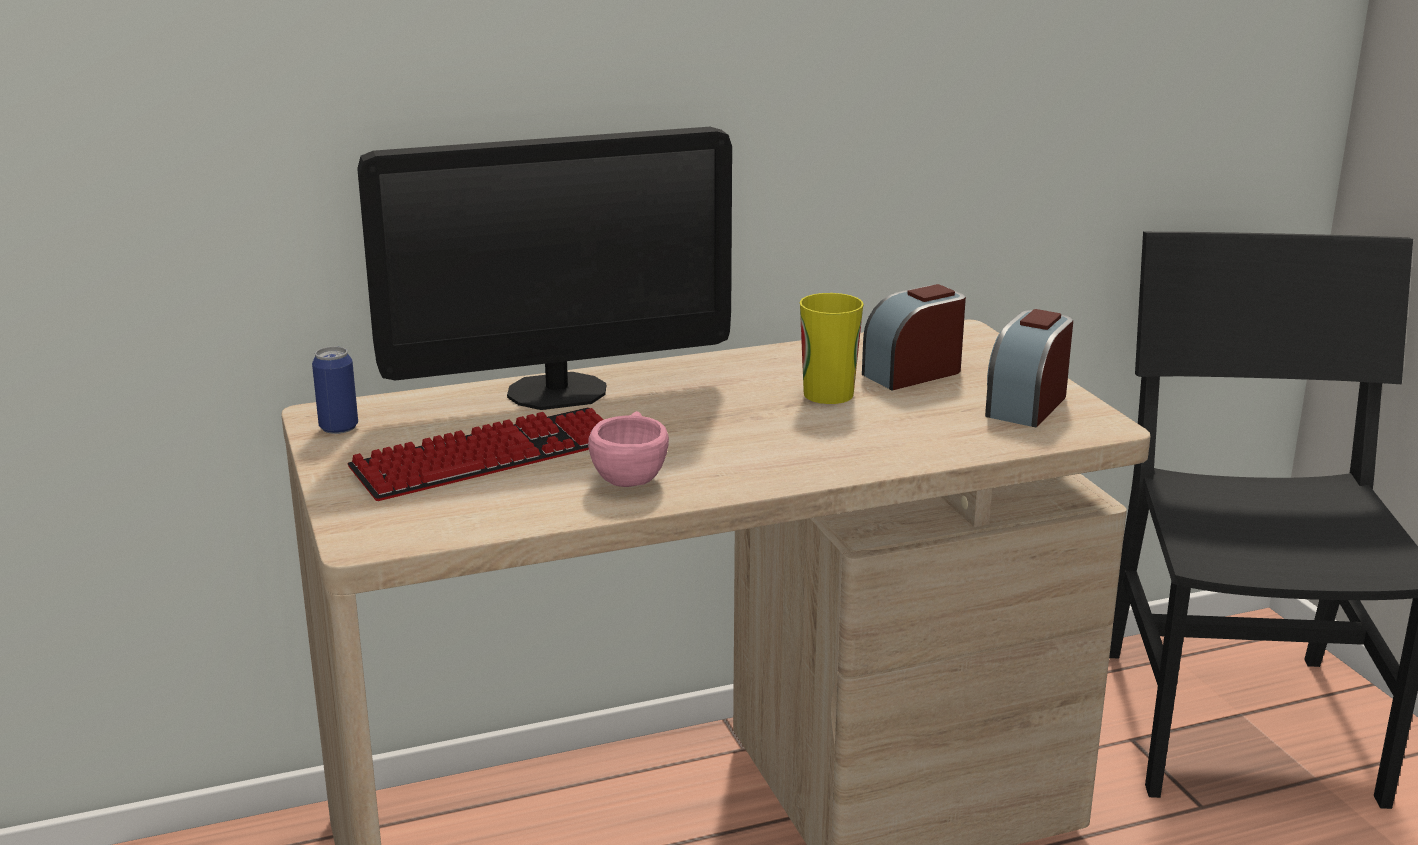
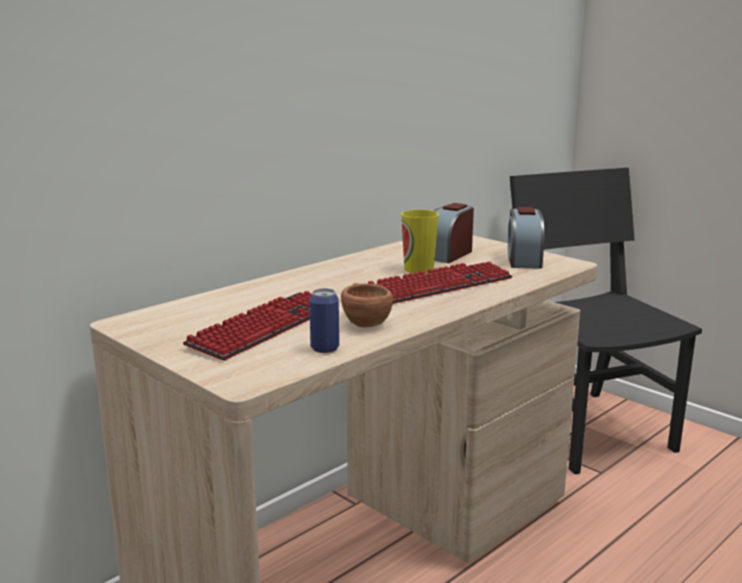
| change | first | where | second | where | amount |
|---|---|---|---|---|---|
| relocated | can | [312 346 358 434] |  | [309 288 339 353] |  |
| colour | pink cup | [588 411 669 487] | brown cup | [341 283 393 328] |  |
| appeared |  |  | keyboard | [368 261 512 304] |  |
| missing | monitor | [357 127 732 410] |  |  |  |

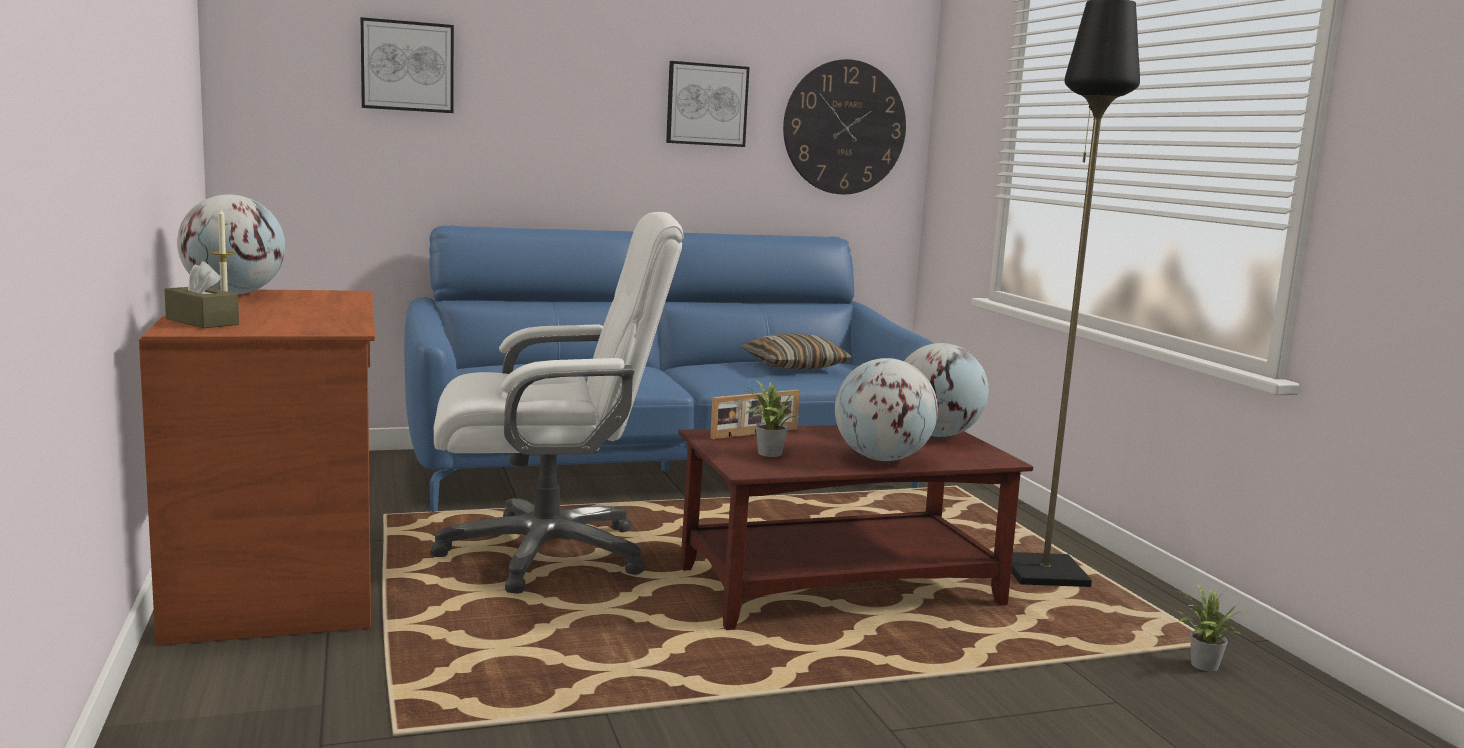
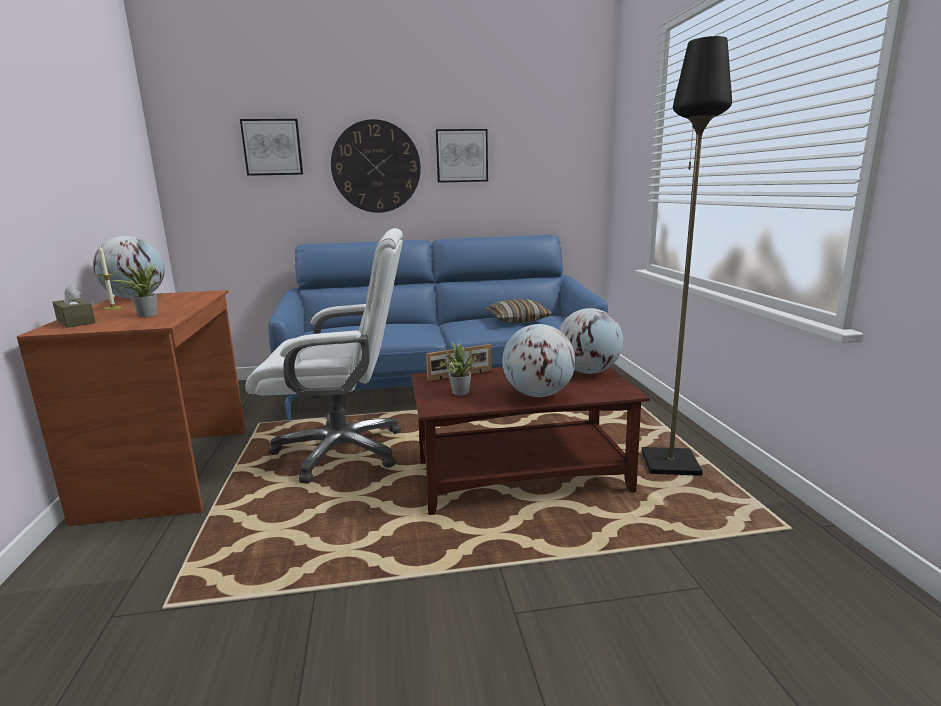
| change | first | where | second | where | amount |
|---|---|---|---|---|---|
| relocated | potted plant | [1174 583 1248 672] |  | [110 264 164 317] |  |
| relocated | wall clock | [783 59 906 194] |  | [331 119 421 213] |  |

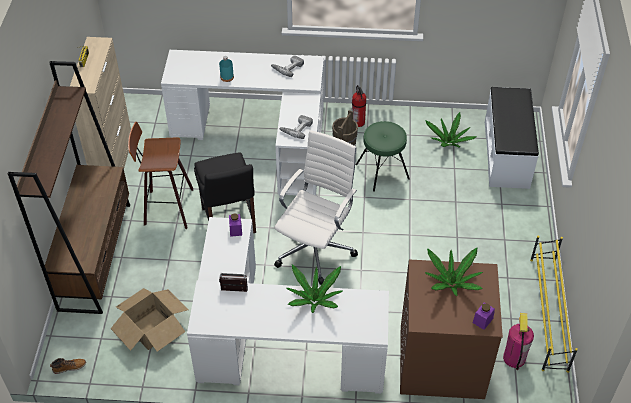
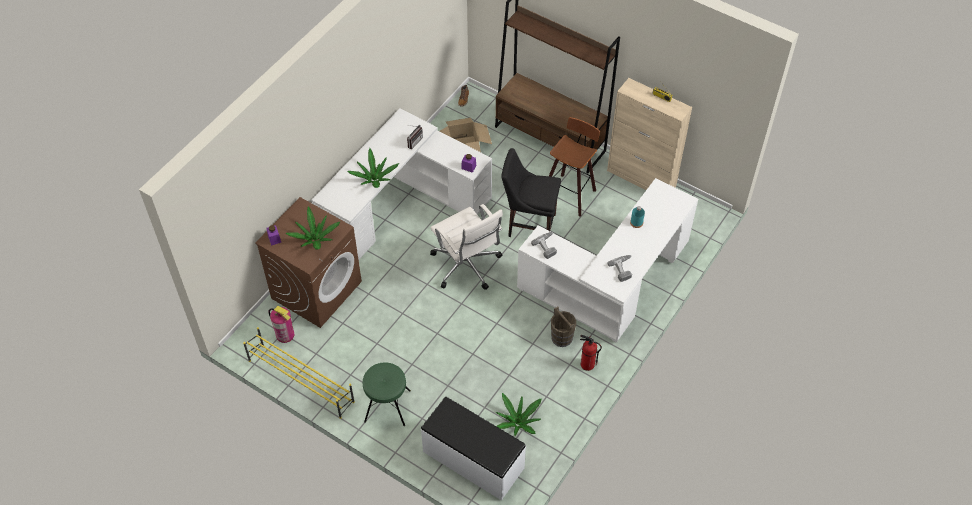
| change | first | where | second | where | amount |
|---|---|---|---|---|---|
| relocated | green stool | [356 121 410 192] |  | [363 362 411 426] |  |

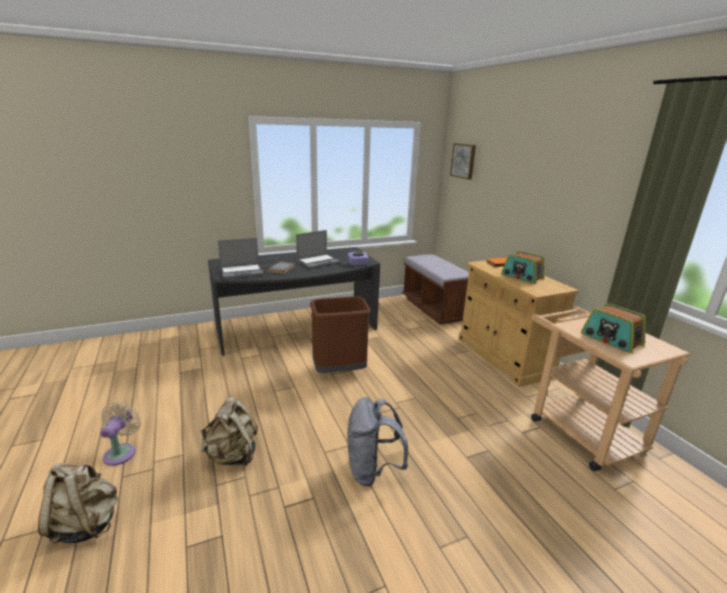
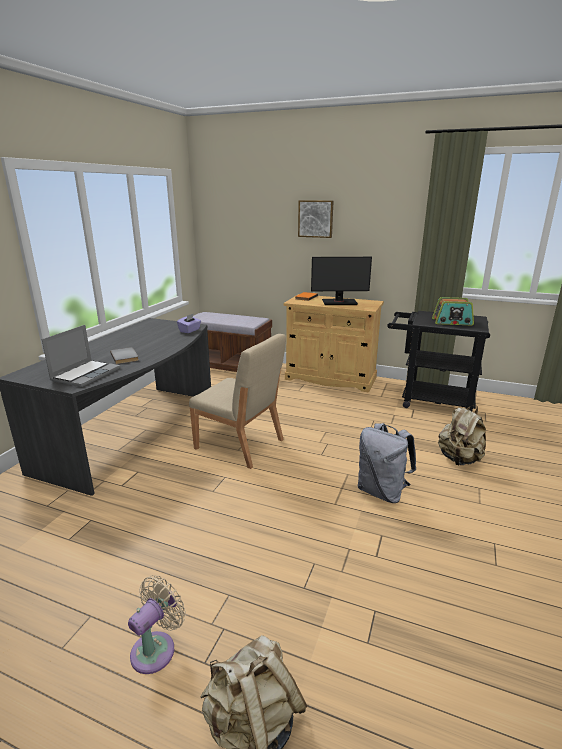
| change | first | where | second | where | amount |
|---|---|---|---|---|---|
| spun | beige fan | [100 402 141 466] |  | [128 575 186 674] | 75 degrees clockwise |
| exchanged | brown trash can | [310 296 371 373] | beige chair | [189 334 286 469] |  |
| relocated | picture | [450 143 476 180] |  | [298 200 334 238] |  |
| exchanged | radio | [501 251 544 284] | monitor | [311 257 372 305] |  |
| colour | beige cart | [531 307 690 471] | black cart | [387 311 490 411] |  |
| relocated | beige backpack | [200 397 258 466] |  | [438 405 486 465] |  |
| missing | laptop | [296 230 340 269] |  |  |  |

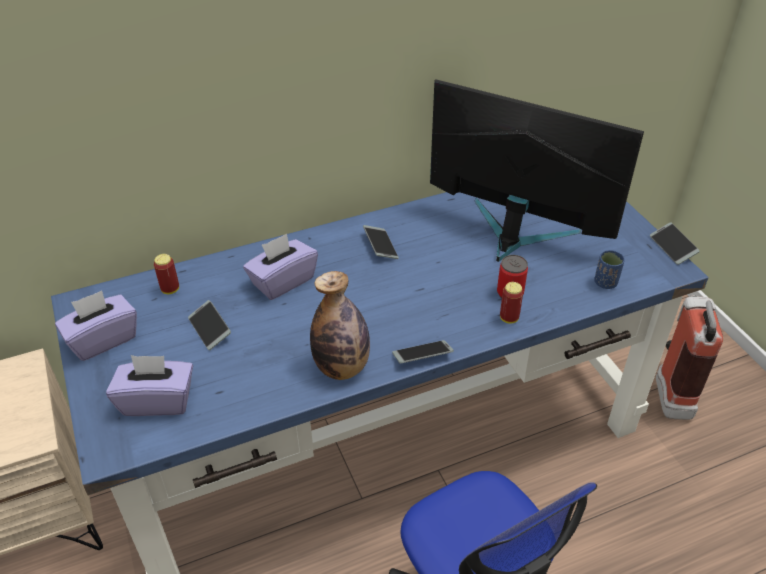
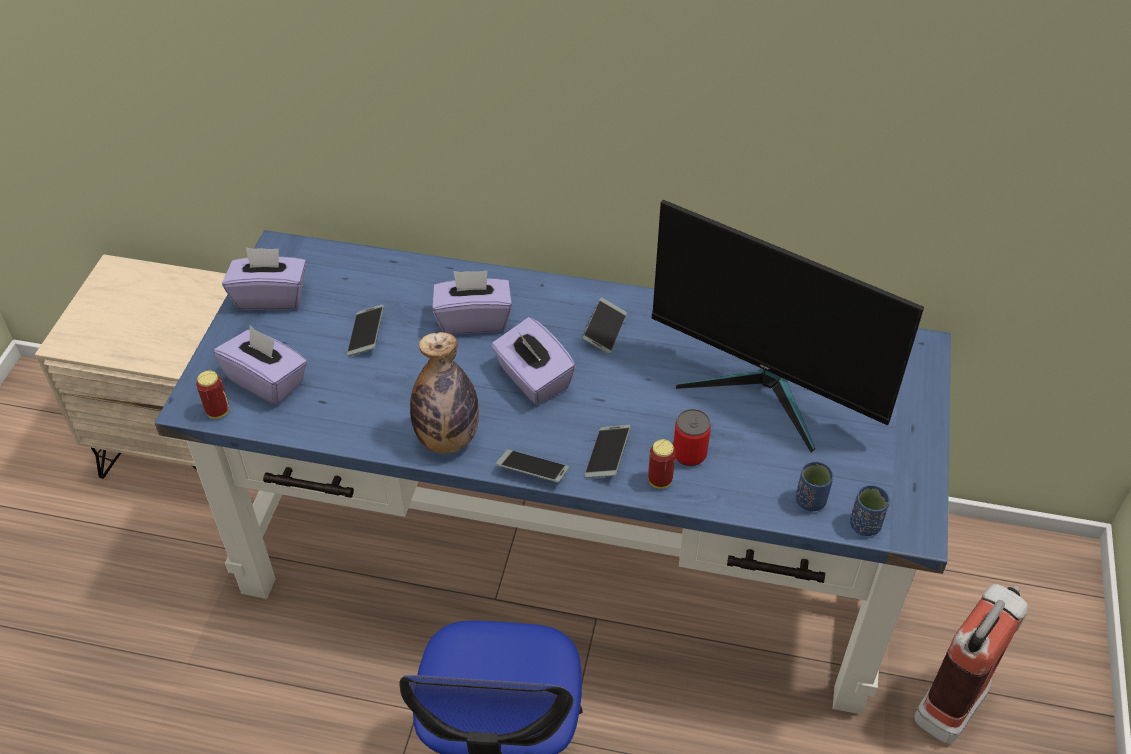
| change | first | where | second | where | amount |
|---|---|---|---|---|---|
| relocated | can | [154 254 179 294] |  | [196 370 229 419] |  |
| appeared |  |  | purple tissue box | [492 317 576 404] |  |
| relocated | phone | [650 222 700 265] |  | [585 425 631 478] |  |
| spun | monitor | [430 79 644 262] |  | [652 200 924 452] | 150 degrees clockwise |
| appeared |  |  | blue cup | [850 485 890 536] |  |

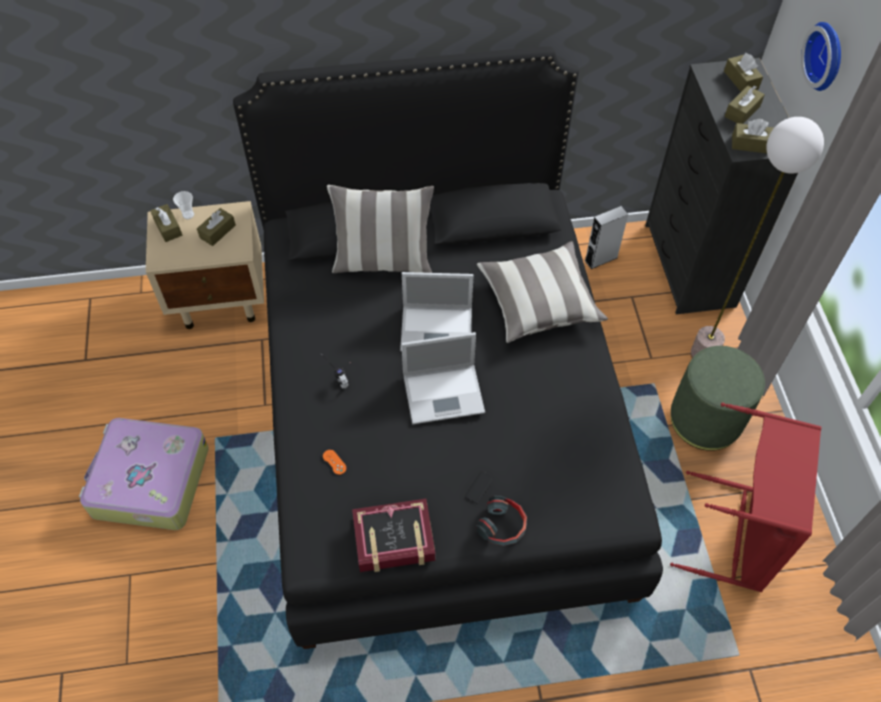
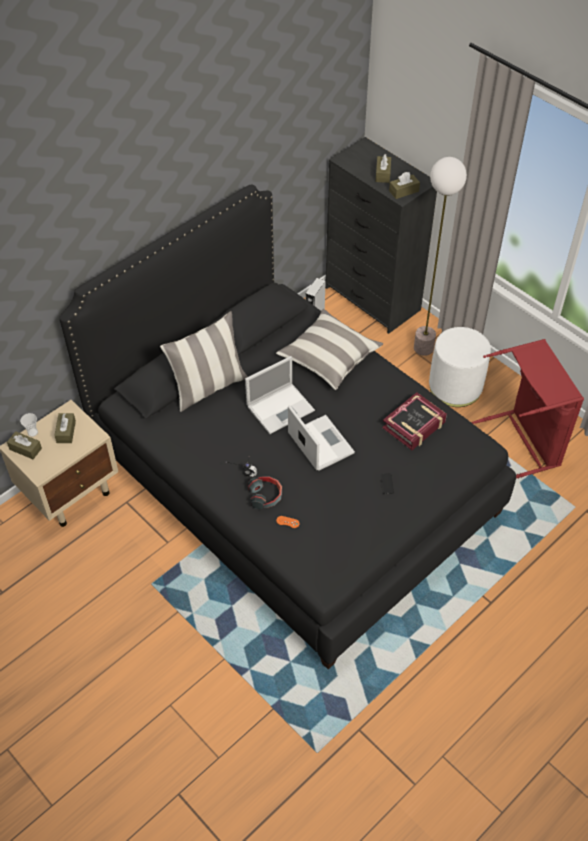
| change | first | where | second | where | amount |
|---|---|---|---|---|---|
| relocated | headphones | [476 496 527 546] |  | [247 476 282 509] |  |
| spun | laptop | [401 332 485 424] |  | [288 405 355 471] | 75 degrees counterclockwise |
| relocated | book | [352 499 435 572] |  | [382 392 447 450] |  |
| colour | green ottoman | [671 346 765 451] | white ottoman | [429 327 491 407] |  |
| missing | suitcase | [79 418 209 530] |  |  |  |
| missing | brown tissue box | [724 53 763 92] |  |  |  |
| missing | wall clock | [801 22 841 91] |  |  |  |

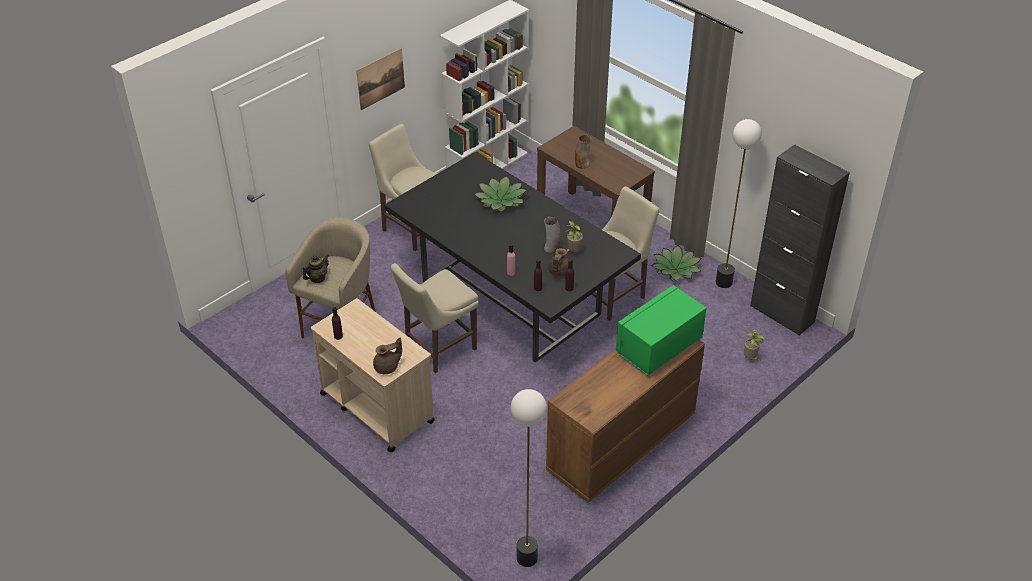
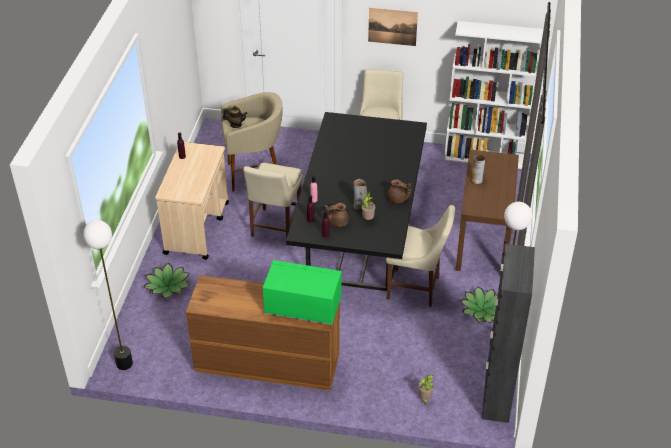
| change | first | where | second | where | amount |
|---|---|---|---|---|---|
| relocated | potted plant | [474 176 527 212] |  | [144 263 190 299] |  |
| spun | beige chair | [391 263 479 373] |  | [243 163 303 239] | 90 degrees counterclockwise |
| relocated | brown teapot | [373 338 402 374] |  | [387 179 411 203] |  |

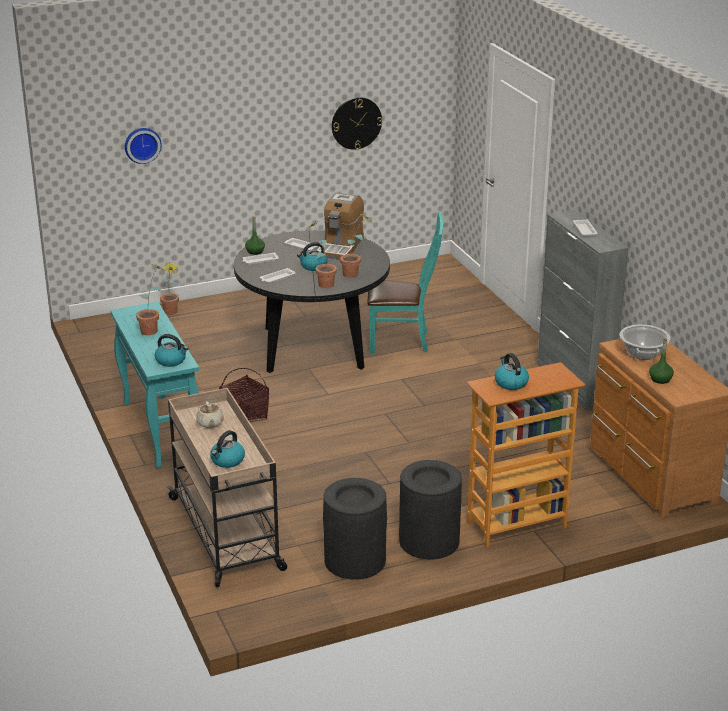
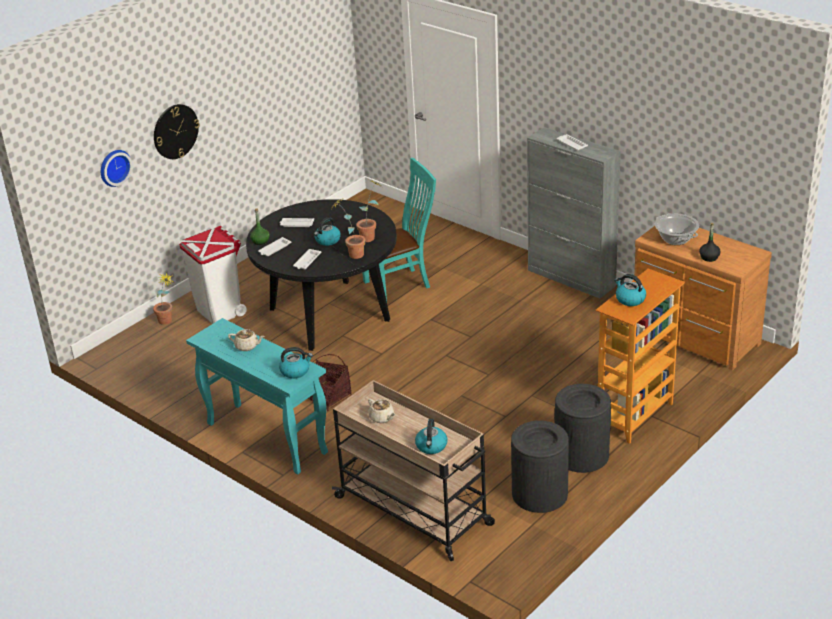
| change | first | where | second | where | amount |
|---|---|---|---|---|---|
| relocated | wall clock | [332 97 382 150] |  | [154 104 200 159] |  |
| appeared |  |  | white trash can | [179 226 247 324] |  |
| exchanged | potted plant | [136 264 165 335] | beige teapot | [228 329 265 351] |  |
| colour | green bottle | [649 338 674 384] | black bottle | [699 223 721 262] |  |
| missing | coffee machine | [317 193 364 260] |  |  |  |

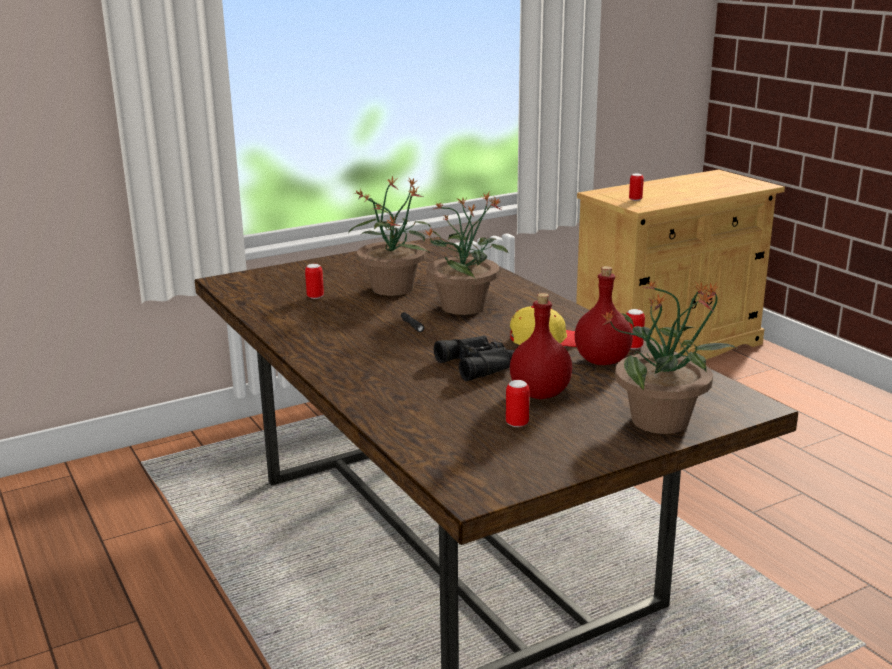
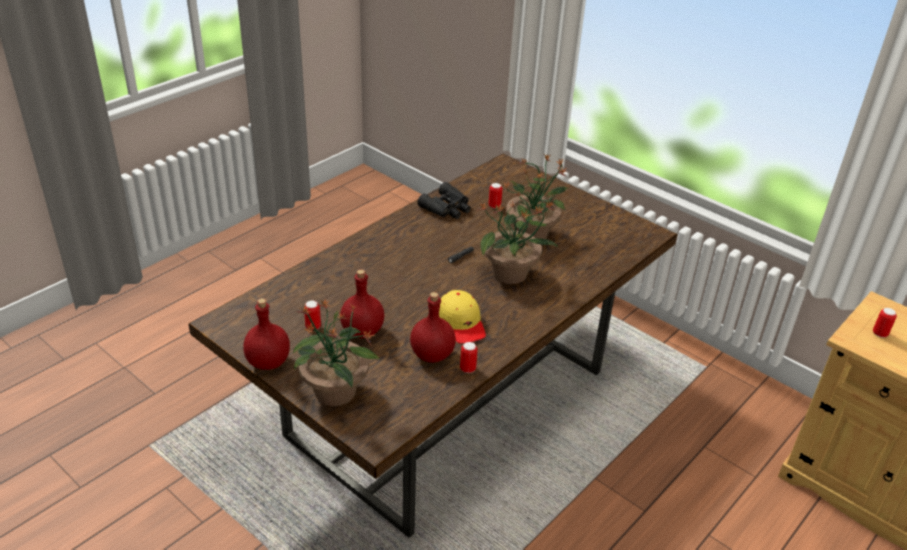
| change | first | where | second | where | amount |
|---|---|---|---|---|---|
| appeared |  |  | red bottle | [243 298 290 370] |  |
| relocated | black binoculars | [434 335 515 381] |  | [417 182 471 219] |  |

